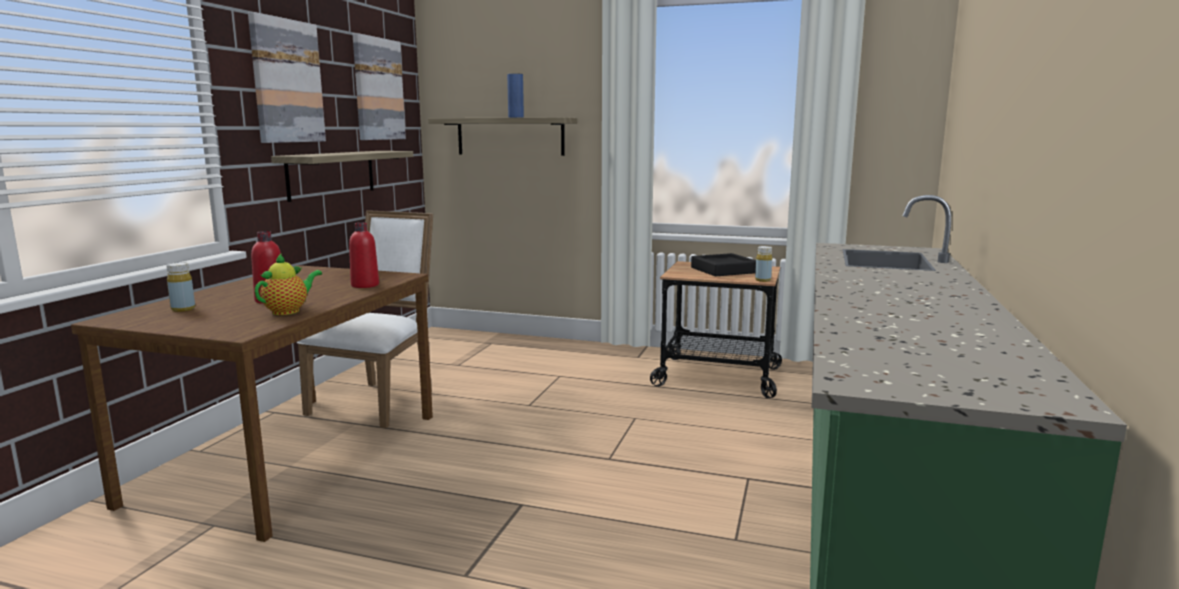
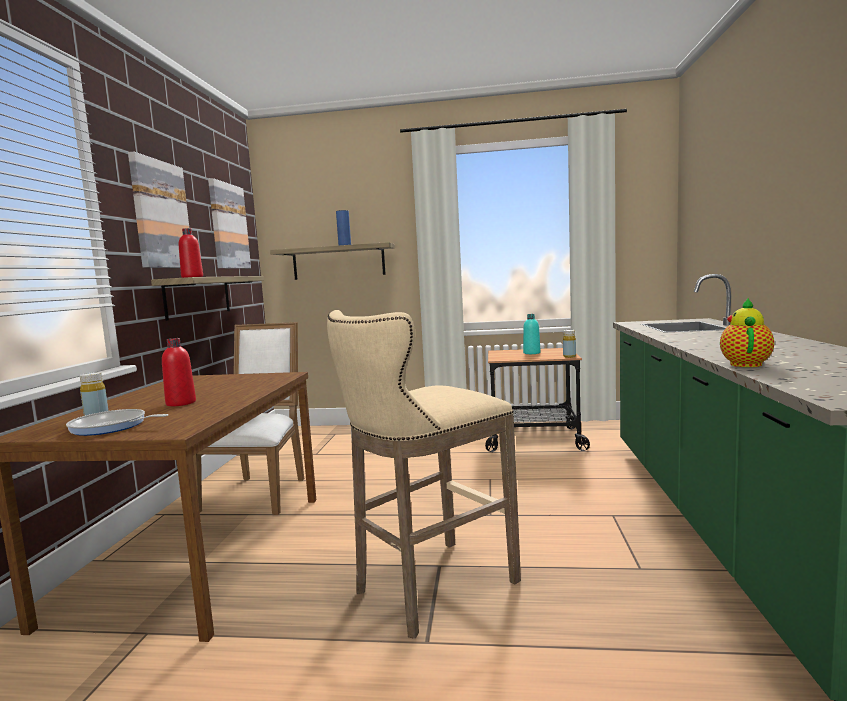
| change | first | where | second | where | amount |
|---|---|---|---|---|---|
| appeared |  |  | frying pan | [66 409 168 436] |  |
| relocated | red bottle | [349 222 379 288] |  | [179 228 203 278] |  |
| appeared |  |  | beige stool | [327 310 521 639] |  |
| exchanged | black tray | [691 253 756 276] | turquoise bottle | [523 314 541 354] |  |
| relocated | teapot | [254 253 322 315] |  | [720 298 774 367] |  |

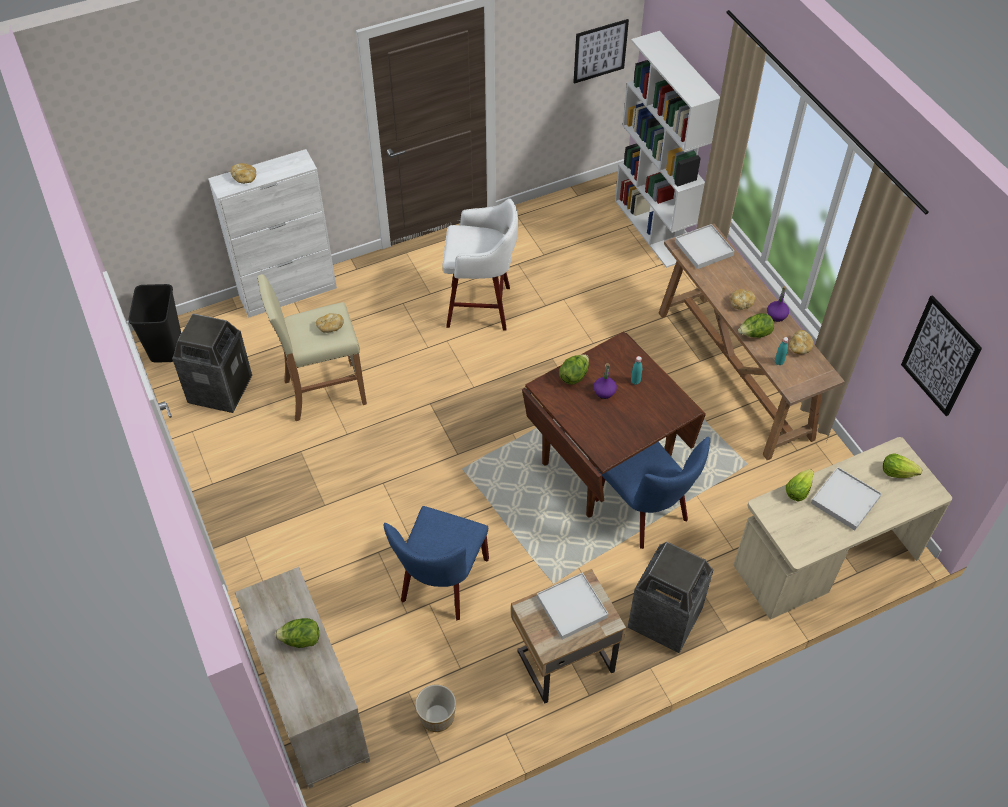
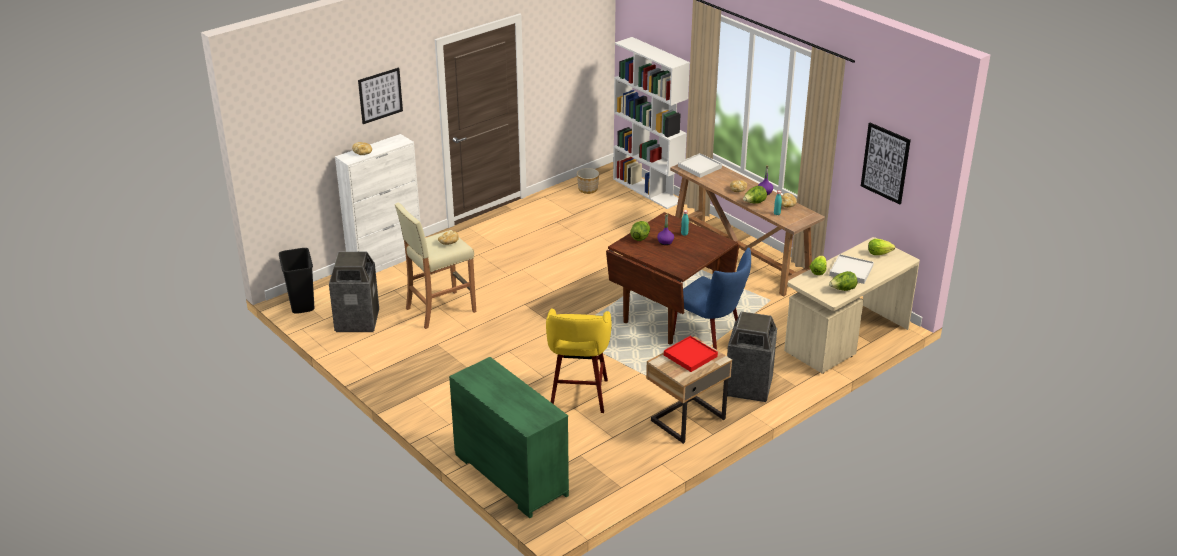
| change | first | where | second | where | amount |
|---|---|---|---|---|---|
| relocated | picture | [573 19 629 84] |  | [358 68 403 124] |  |
| colour | beige dresser | [235 567 370 789] | green dresser | [449 357 569 518] |  |
| exchanged | blue chair | [384 506 489 620] | yellow stool | [546 308 612 413] |  |
| relocated | planter | [415 684 456 732] |  | [577 168 599 194] |  |
| colour | white tray | [537 572 608 639] | red tray | [664 336 718 372] |  |
| relocated | lettuce | [274 618 319 648] |  | [829 271 857 291] |  |
| missing | white stool | [443 198 518 331] |  |  |  |

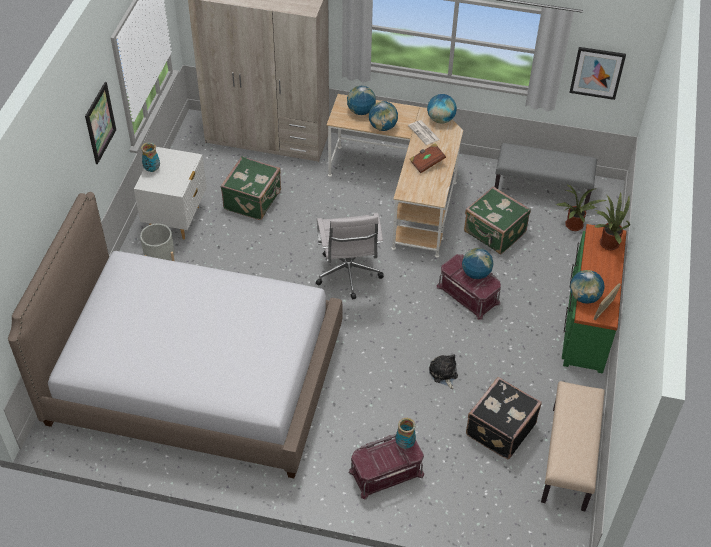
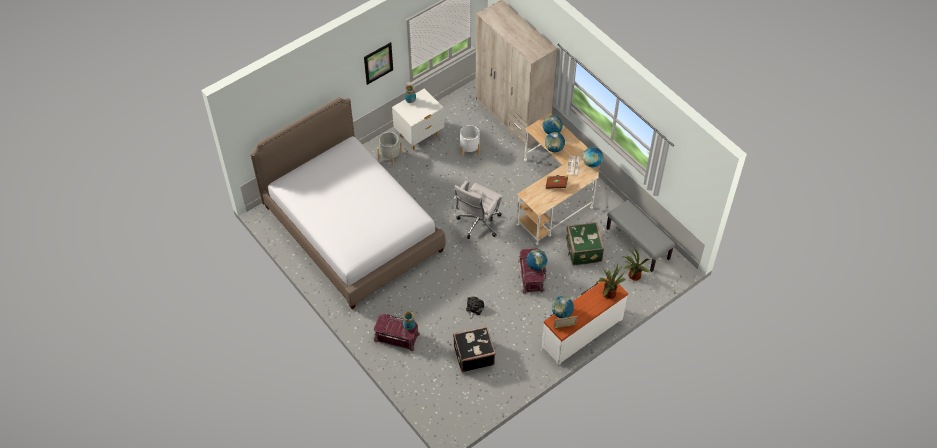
| change | first | where | second | where | amount |
|---|---|---|---|---|---|
| exchanged | green suitcase | [220 156 281 220] | white planter | [460 125 480 157] |  |
| colour | green dresser | [562 224 627 374] | white dresser | [542 277 628 365] |  |
| missing | beige bench | [541 381 605 511] |  |  |  |
| missing | picture | [570 47 626 100] |  |  |  |

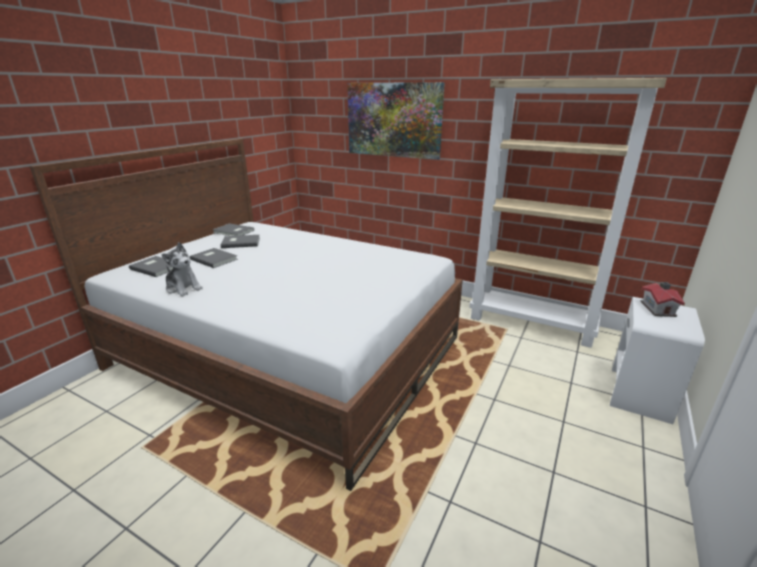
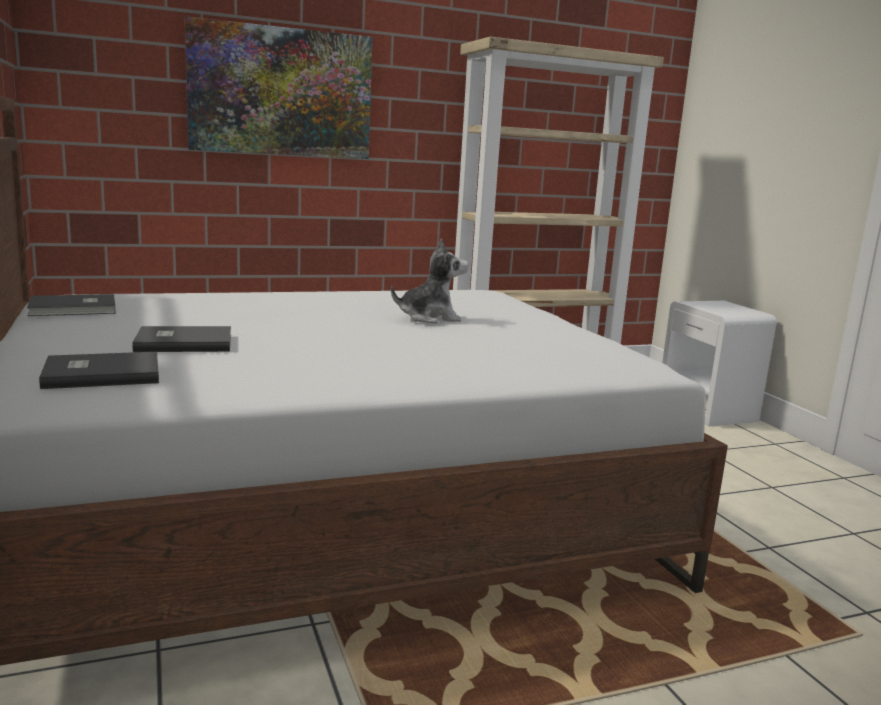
| change | first | where | second | where | amount |
|---|---|---|---|---|---|
| relocated | plush toy | [161 242 203 296] |  | [391 239 469 324] |  |
| missing | grey book | [221 235 260 248] |  |  |  |
| missing | toy house | [641 282 685 317] |  |  |  |

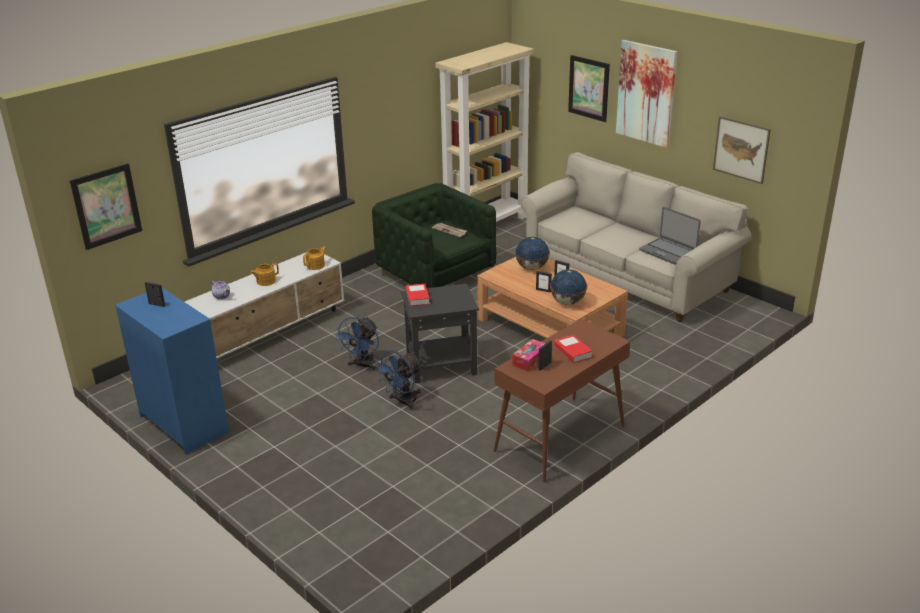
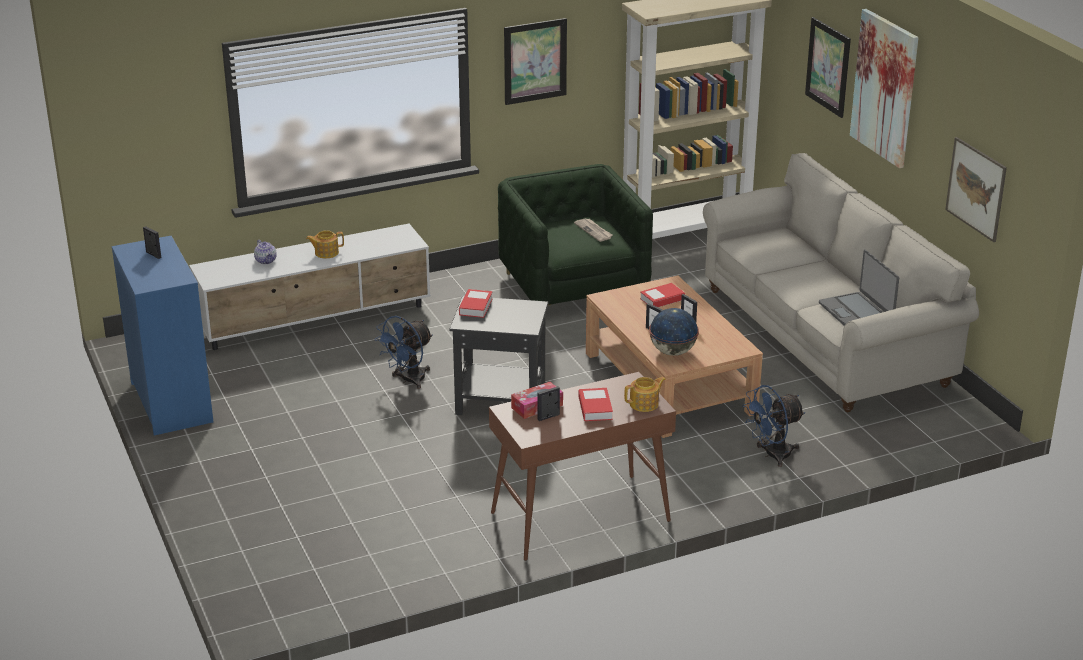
| change | first | where | second | where | amount |
|---|---|---|---|---|---|
| relocated | picture | [70 163 142 250] |  | [504 18 567 105] |  |
| relocated | teapot | [303 247 326 270] |  | [624 377 666 412] |  |
| exchanged | globe | [515 237 550 270] | book | [640 283 685 307] |  |
| relocated | blue fan | [374 350 423 410] |  | [743 385 805 467] |  |

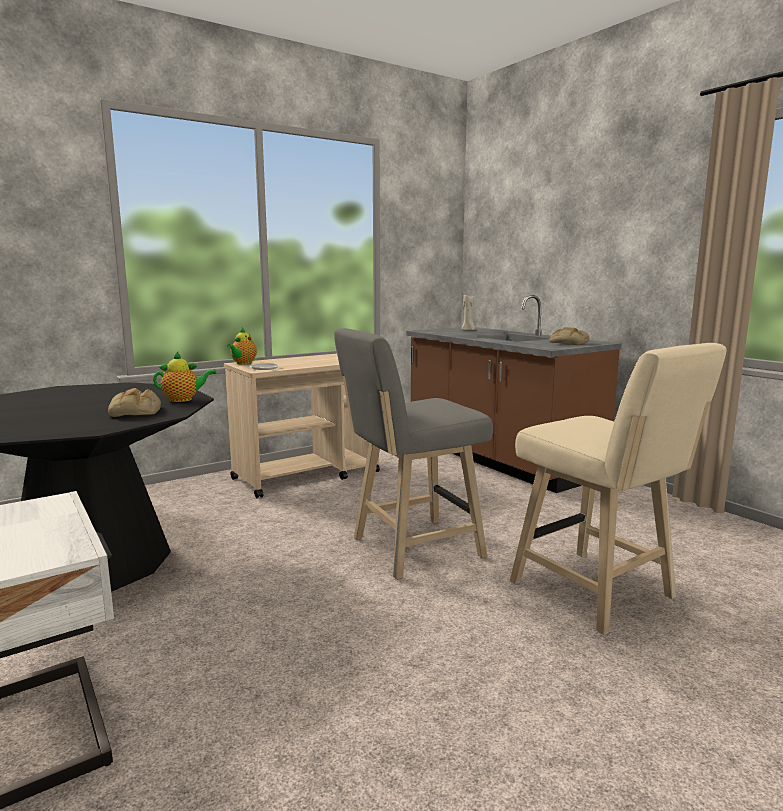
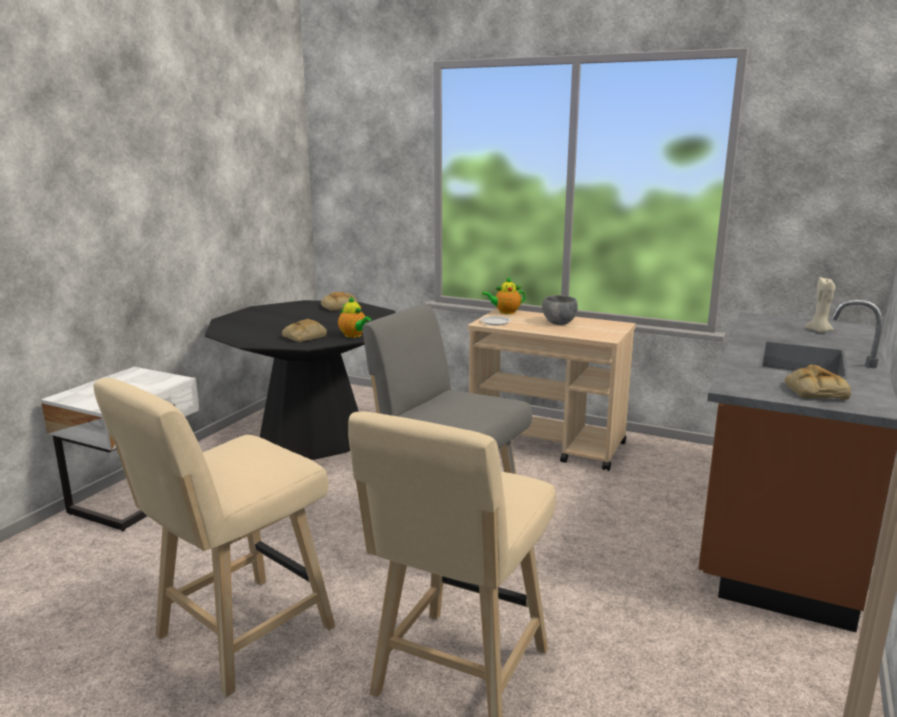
| change | first | where | second | where | amount |
|---|---|---|---|---|---|
| appeared |  |  | beige stool | [93 378 335 697] |  |
| appeared |  |  | bread | [321 292 358 311] |  |
| appeared |  |  | grey bowl | [542 295 578 325] |  |

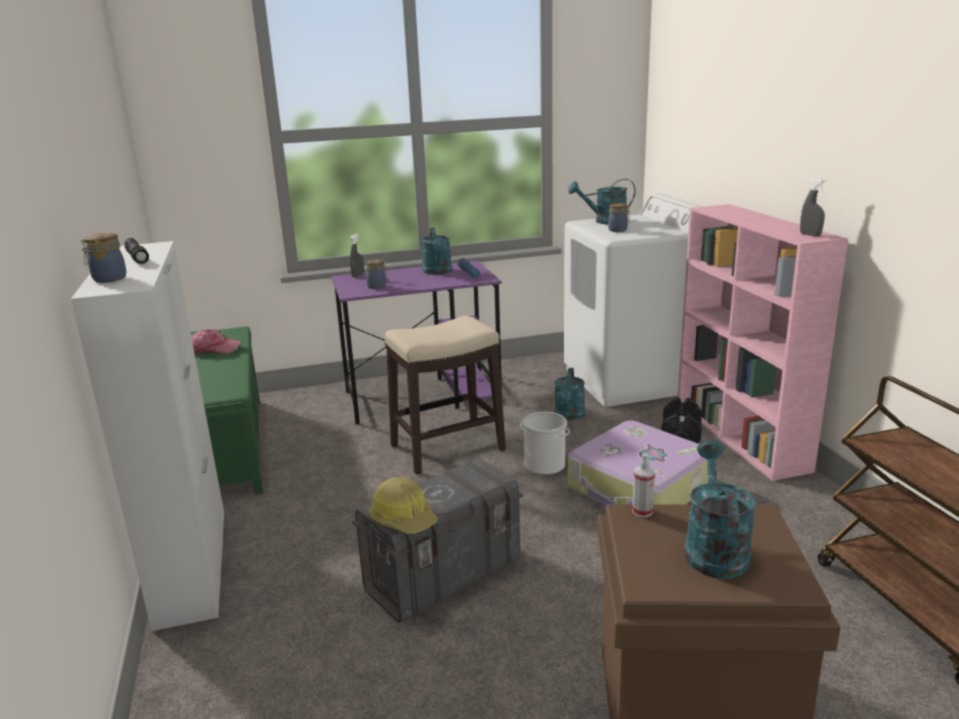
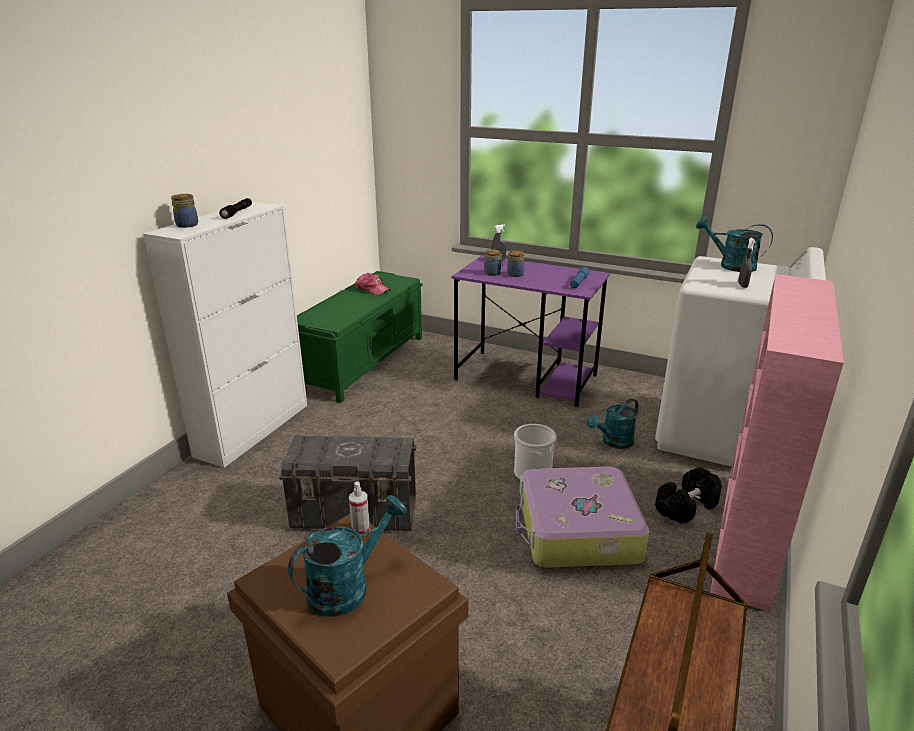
| change | first | where | second | where | amount |
|---|---|---|---|---|---|
| relocated | jar | [608 203 630 232] |  | [507 251 524 277] |  |
| relocated | grey spray bottle | [800 178 827 236] |  | [738 238 755 288] |  |
| missing | hard hat | [369 477 438 534] |  |  |  |
| missing | stool | [385 316 506 475] |  |  |  |
| missing | turquoise watering can | [421 227 452 275] |  |  |  |

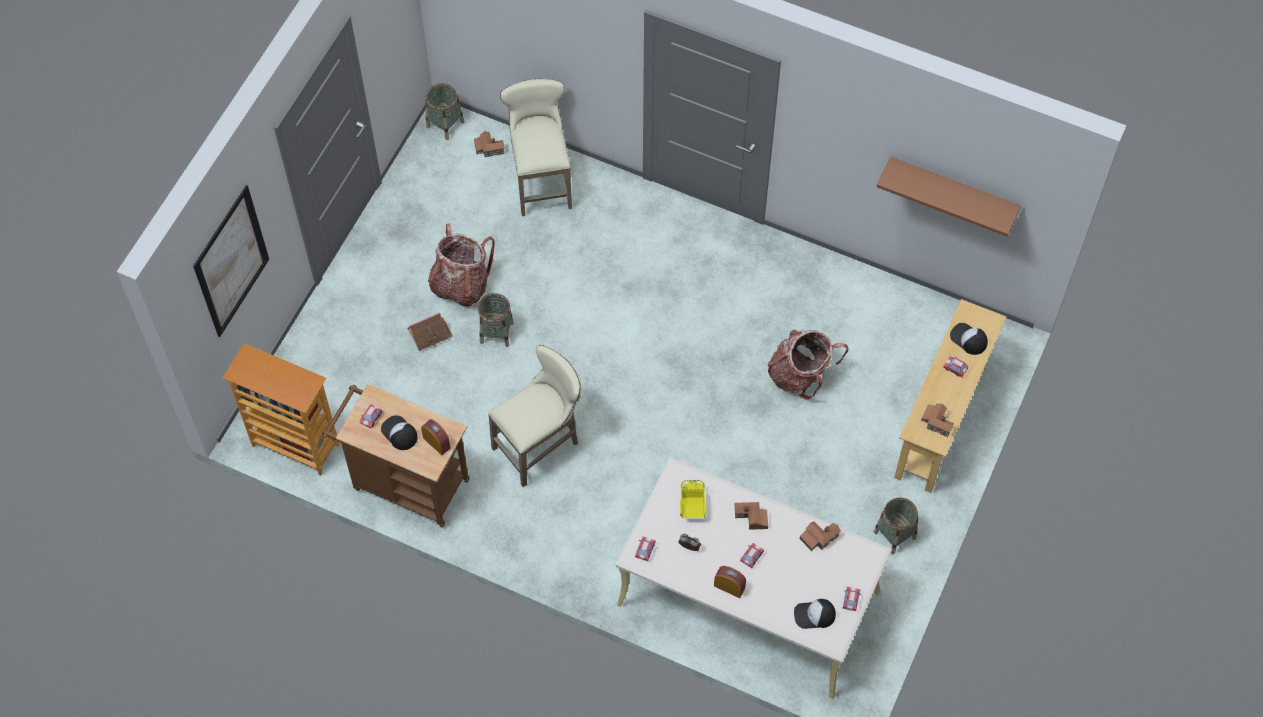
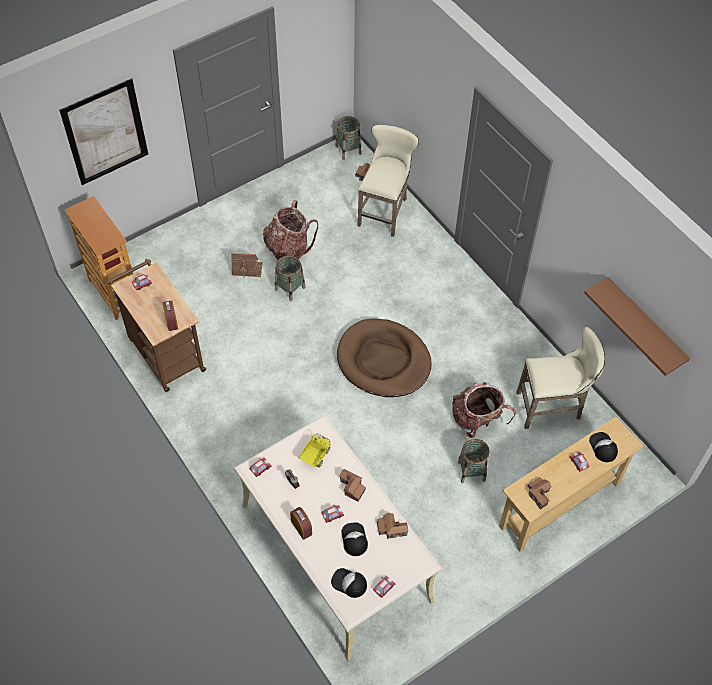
| change | first | where | second | where | amount |
|---|---|---|---|---|---|
| appeared |  |  | brown dog bed | [337 318 432 397] |  |
| relocated | cap | [381 415 418 450] |  | [341 522 368 556] |  |
| relocated | basket | [874 498 918 554] |  | [458 439 490 483] |  |
| relocated | beige stool | [488 345 581 487] |  | [517 326 605 429] |  |

